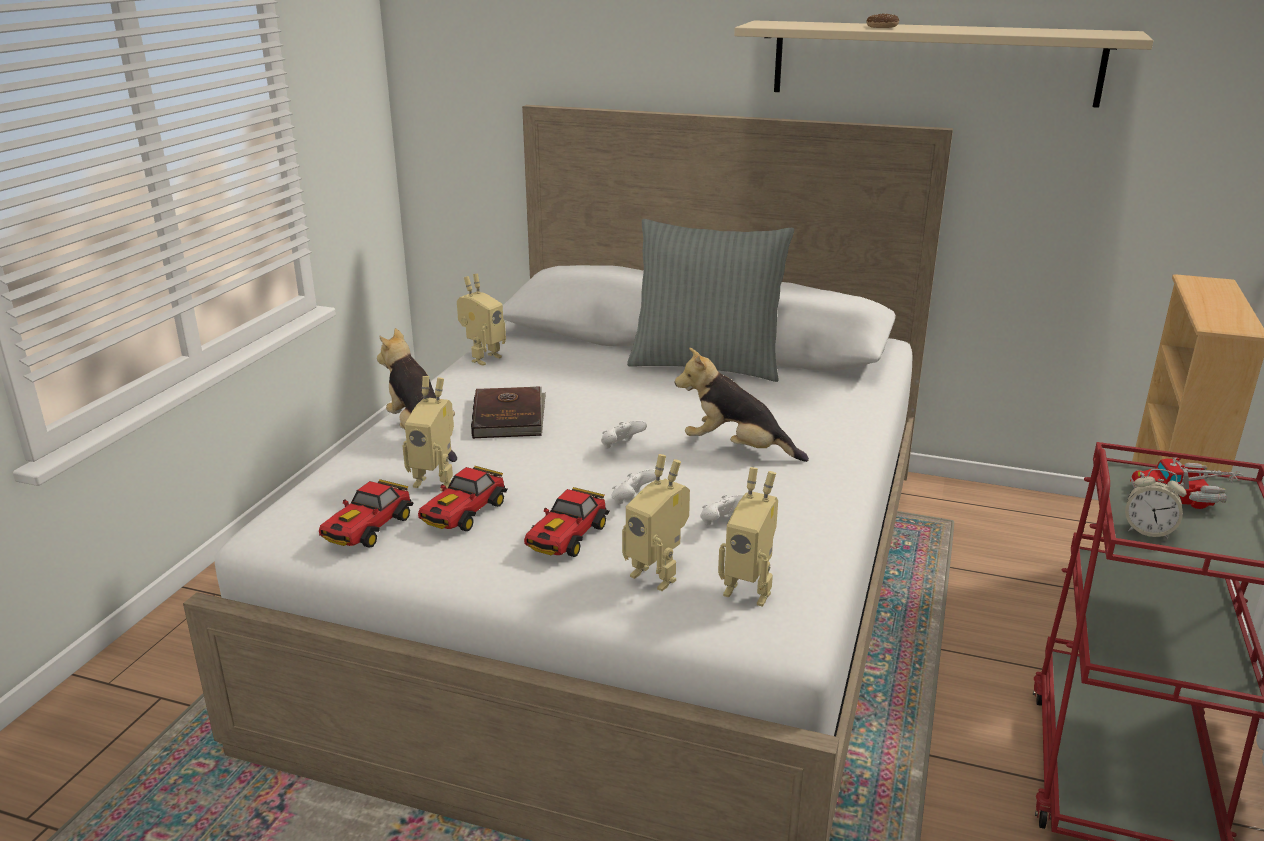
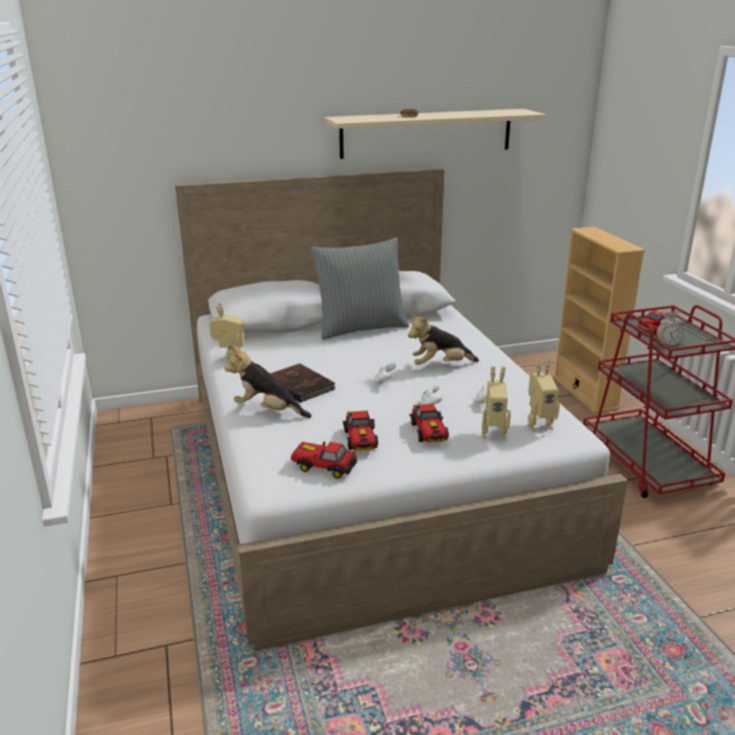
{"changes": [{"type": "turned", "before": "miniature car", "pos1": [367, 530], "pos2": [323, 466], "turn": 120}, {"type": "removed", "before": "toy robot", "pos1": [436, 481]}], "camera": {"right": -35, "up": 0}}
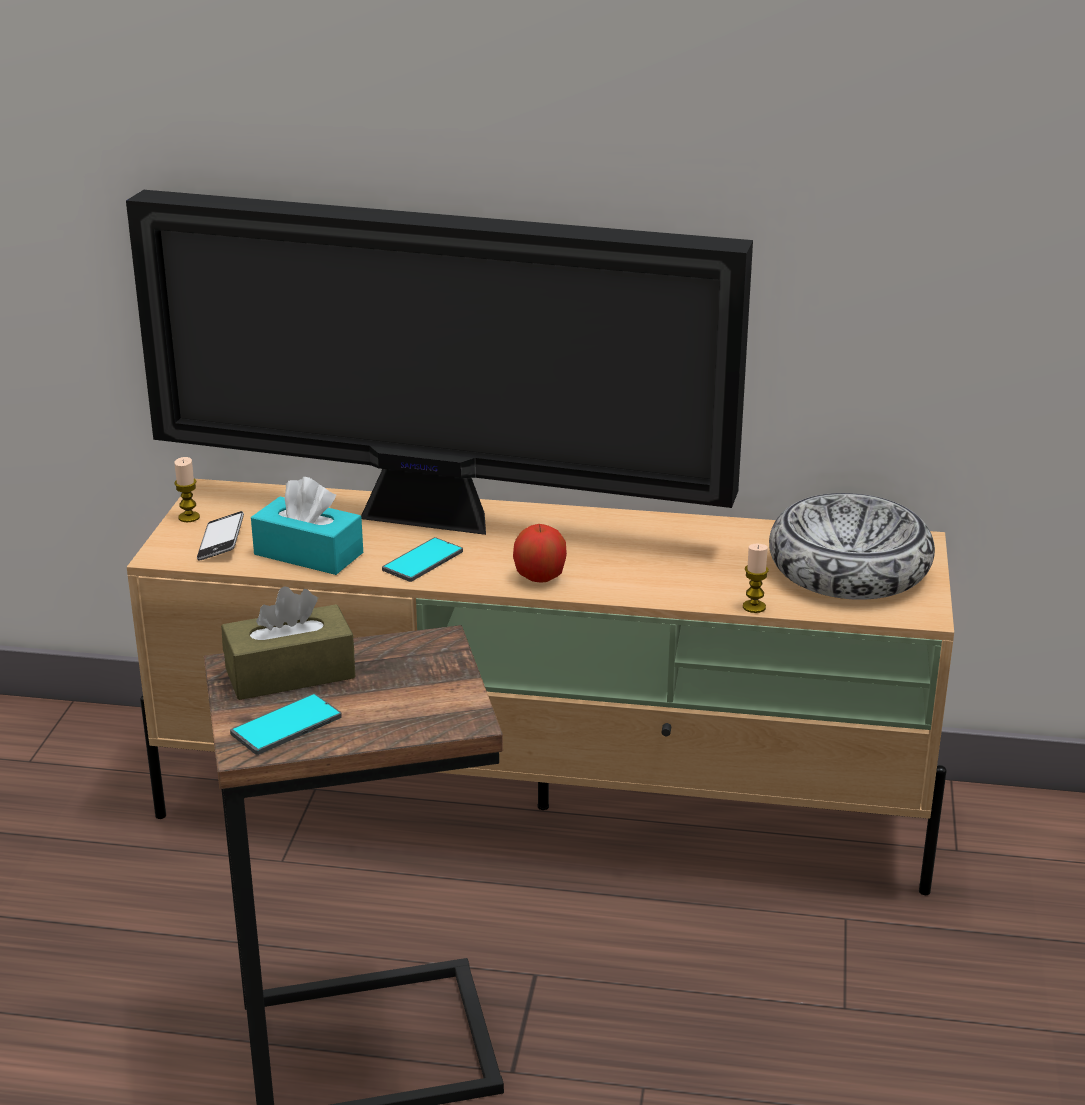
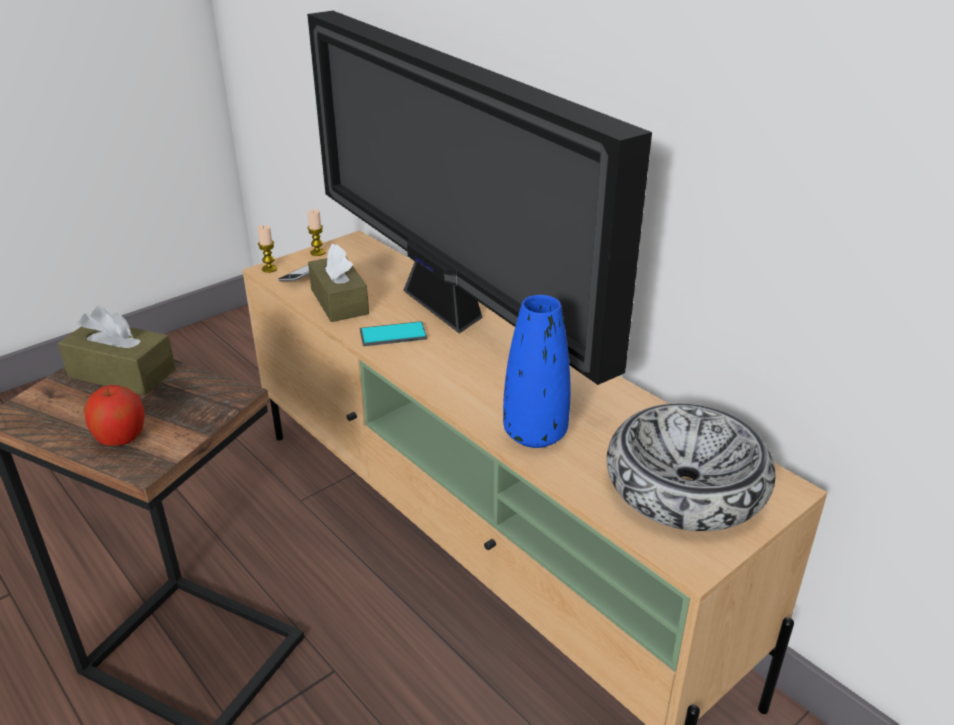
{"changes": [{"type": "moved", "before": "apple fruit", "pos1": [539, 577], "pos2": [121, 438]}, {"type": "moved", "before": "candle", "pos1": [754, 607], "pos2": [269, 269]}, {"type": "recoloured", "before": "box of tissues (turquoise-coloured)", "after": "box of tissues (brown)", "pos1": [308, 554], "pos2": [339, 301]}, {"type": "added", "after": "flower vase (blue)", "pos2": [535, 434]}, {"type": "removed", "before": "telephone", "pos1": [286, 726]}], "camera": {"right": 40, "up": 5}}
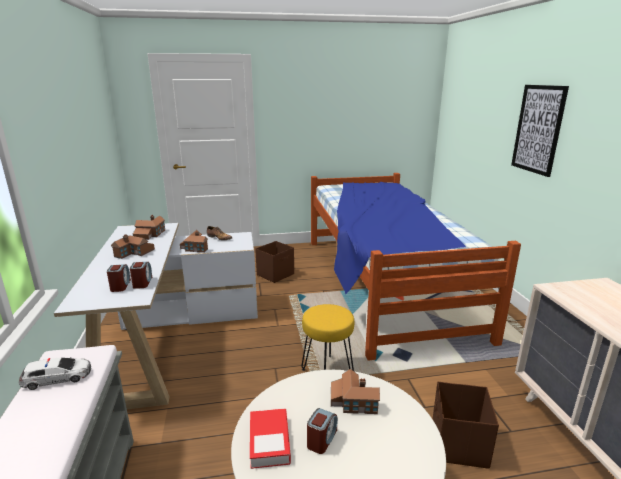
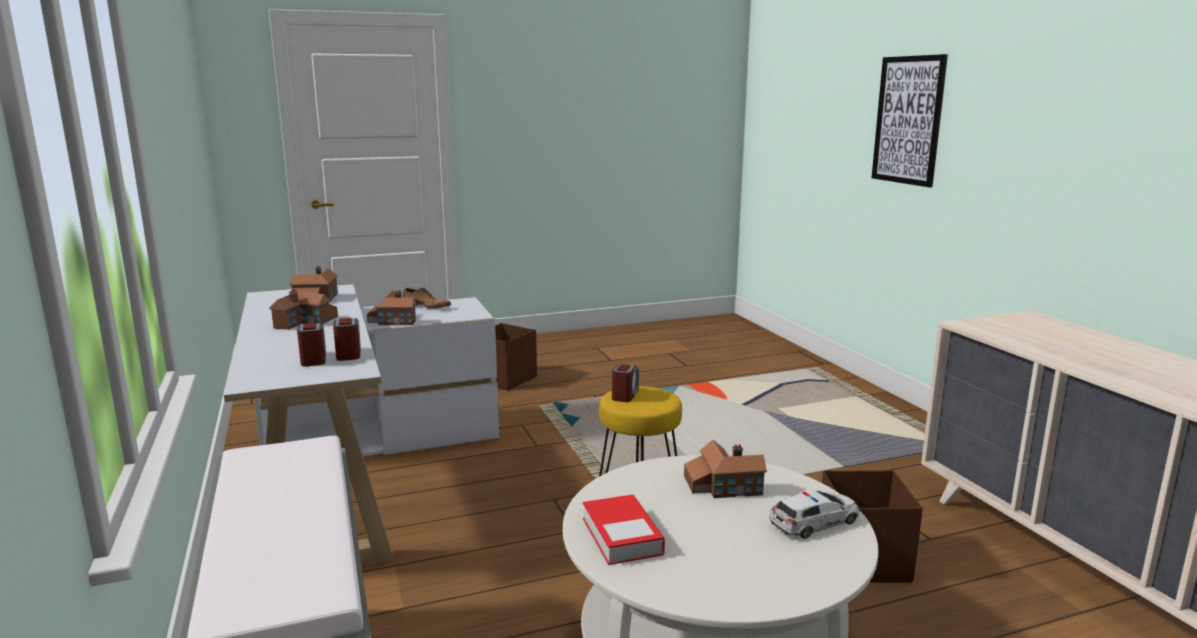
{"changes": [{"type": "moved", "before": "table clock", "pos1": [322, 439], "pos2": [625, 395]}, {"type": "moved", "before": "miniature car", "pos1": [57, 378], "pos2": [815, 522]}, {"type": "removed", "before": "sleeping bed", "pos1": [382, 283]}], "camera": {"right": -10, "up": -5}}
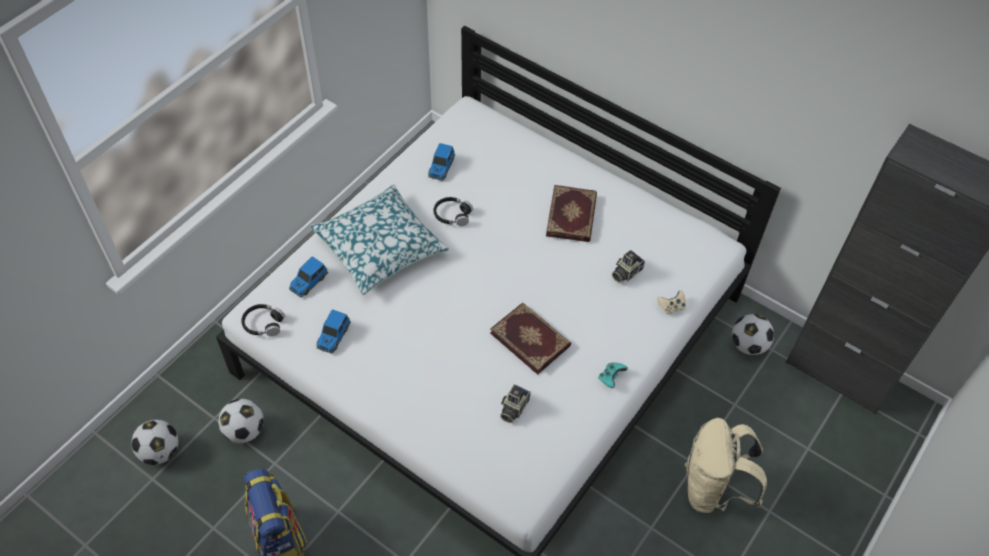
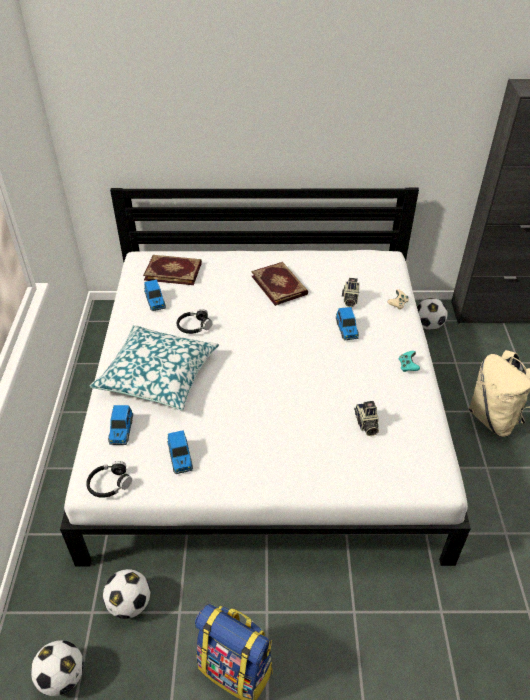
{"changes": [{"type": "moved", "before": "volume", "pos1": [531, 338], "pos2": [173, 271]}, {"type": "added", "after": "miniature car", "pos2": [347, 330]}], "camera": {"right": -35, "up": -10}}
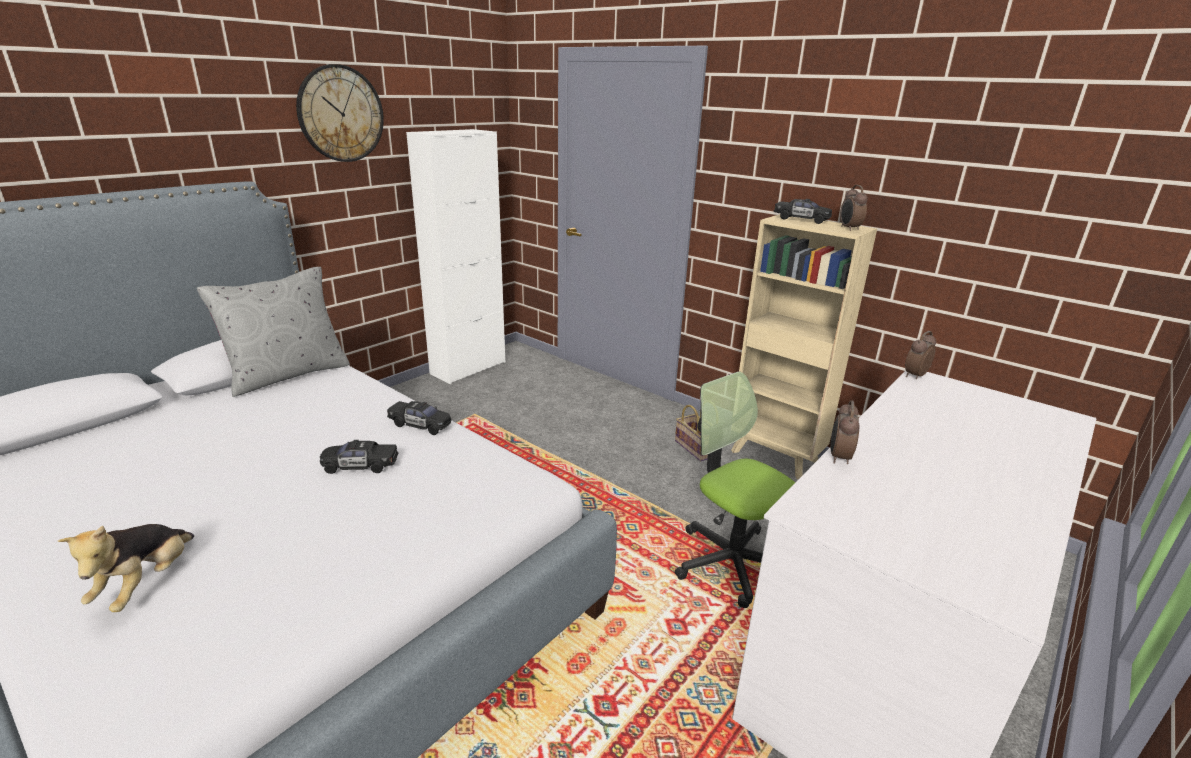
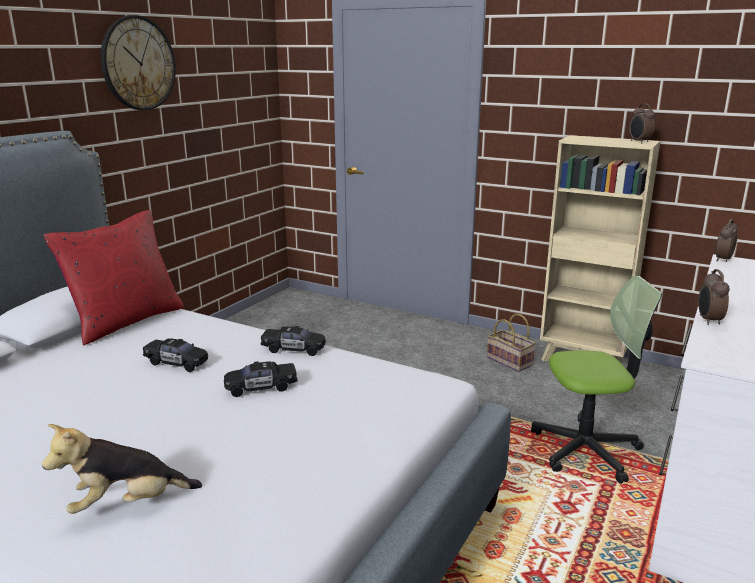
{"changes": [{"type": "turned", "before": "soft toy", "pos1": [146, 584], "pos2": [127, 504], "turn": 75}, {"type": "recoloured", "before": "pillow (greyish)", "after": "pillow (reddish)", "pos1": [288, 375], "pos2": [126, 321]}, {"type": "moved", "before": "miniature car (black)", "pos1": [801, 219], "pos2": [177, 363]}, {"type": "turned", "before": "computer chair", "pos1": [730, 562], "pos2": [586, 449], "turn": 135}, {"type": "removed", "before": "storage cabinet (whitish)", "pos1": [468, 368]}], "camera": {"right": -10, "up": -5}}
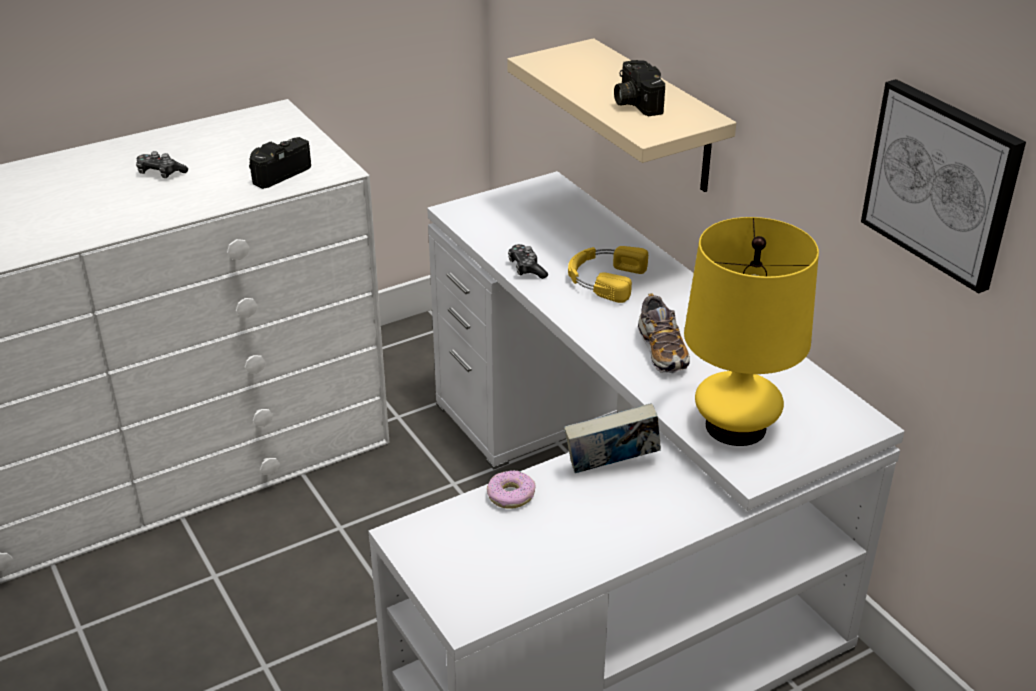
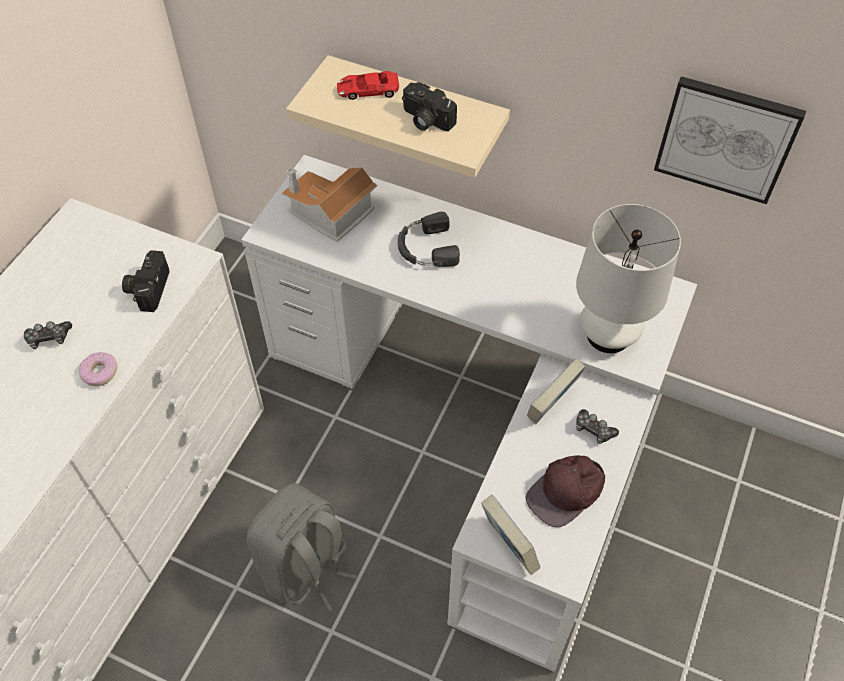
{"changes": [{"type": "moved", "before": "donut", "pos1": [510, 495], "pos2": [99, 372]}, {"type": "added", "after": "knapsack (greyish)", "pos2": [305, 567]}, {"type": "added", "after": "toy house", "pos2": [329, 214]}, {"type": "added", "after": "miniature car (reddish)", "pos2": [368, 90]}, {"type": "recoloured", "before": "headphones (yellowish)", "after": "headphones (black)", "pos1": [603, 279], "pos2": [426, 248]}, {"type": "added", "after": "volume", "pos2": [508, 546]}, {"type": "added", "after": "cap (brown)", "pos2": [566, 492]}, {"type": "recoloured", "before": "tabletop lamp (yellowish)", "after": "tabletop lamp (whitish)", "pos1": [735, 426], "pos2": [608, 335]}, {"type": "moved", "before": "gamepad", "pos1": [526, 268], "pos2": [593, 430]}, {"type": "removed", "before": "item of footwear", "pos1": [662, 350]}], "camera": {"right": -35, "up": 20}}
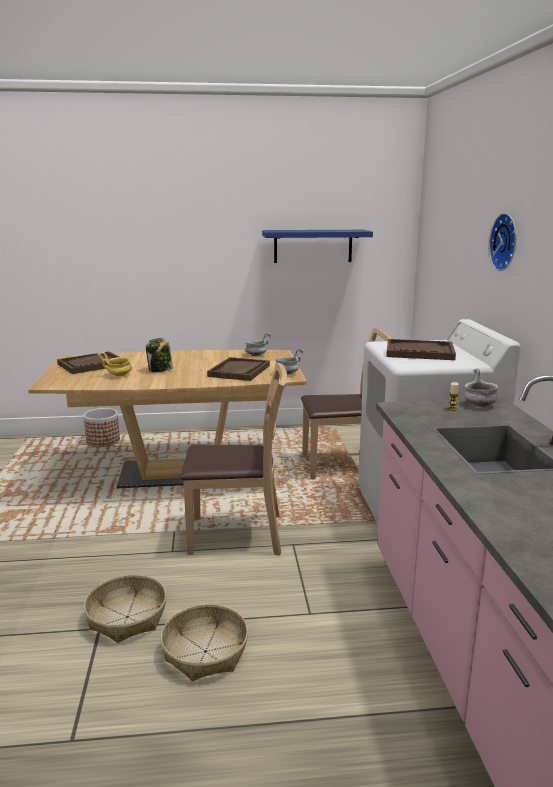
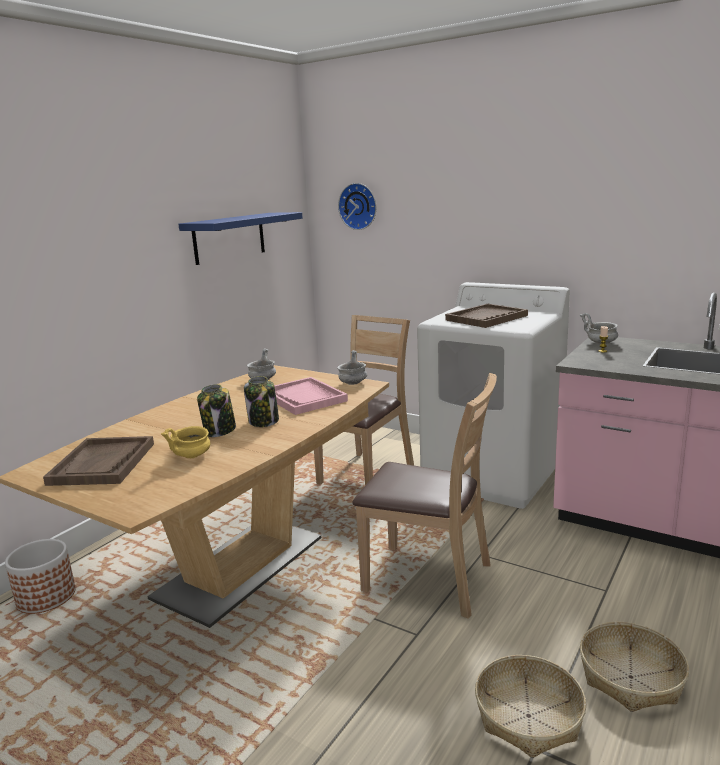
{"changes": [{"type": "added", "after": "jar", "pos2": [264, 421]}, {"type": "recoloured", "before": "carrying tray (brown)", "after": "carrying tray (pink)", "pos1": [239, 371], "pos2": [304, 398]}, {"type": "moved", "before": "clock on the wall", "pos1": [506, 242], "pos2": [359, 206]}, {"type": "turned", "before": "chair (brown)", "pos1": [237, 535], "pos2": [429, 579], "turn": 75}], "camera": {"right": -50, "up": 0}}
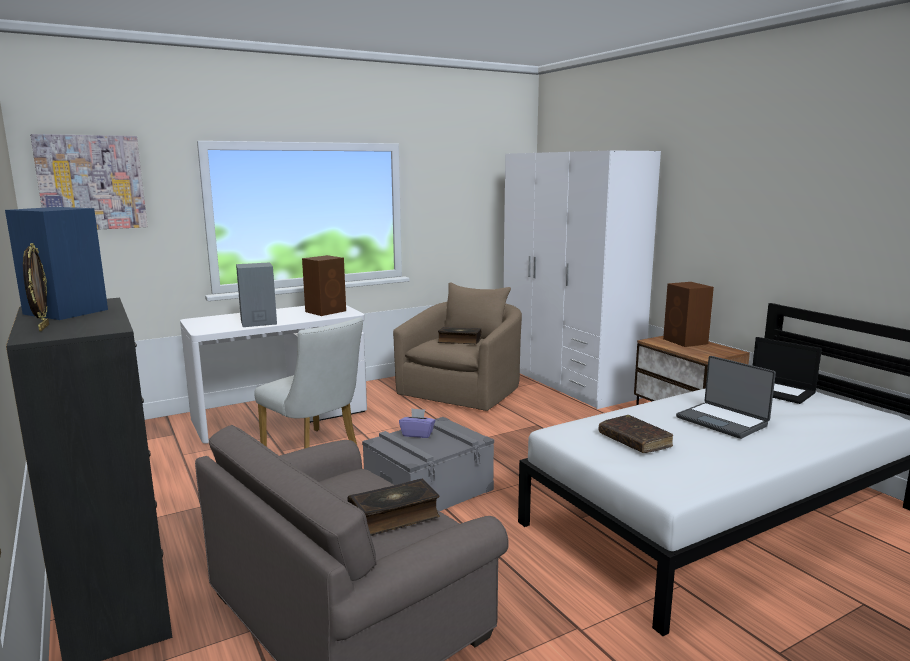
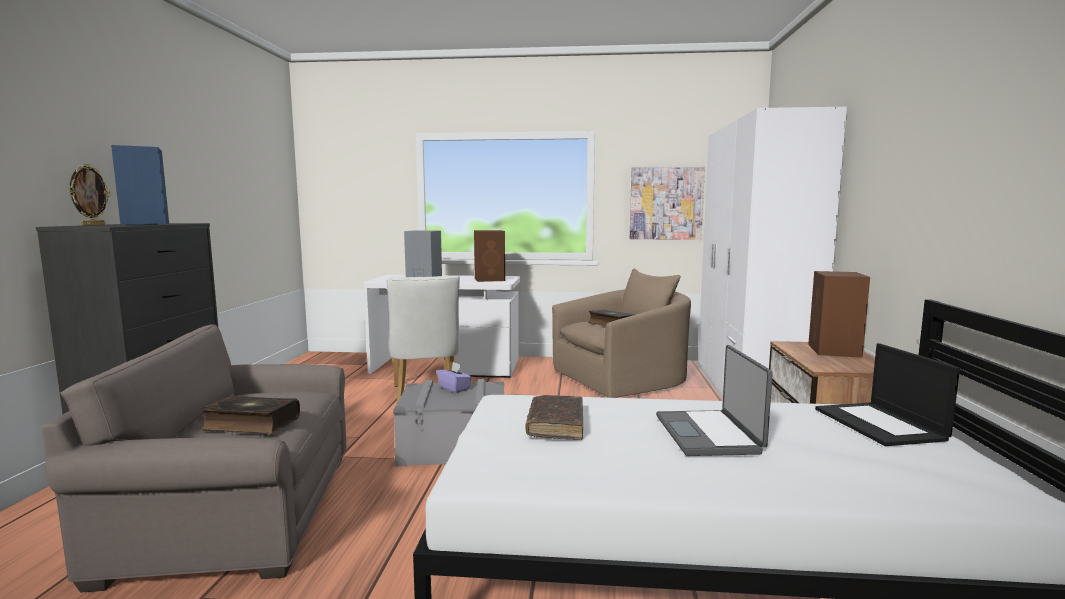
{"changes": [{"type": "moved", "before": "wall picture", "pos1": [91, 182], "pos2": [666, 203]}], "camera": {"right": 35, "up": -5}}
